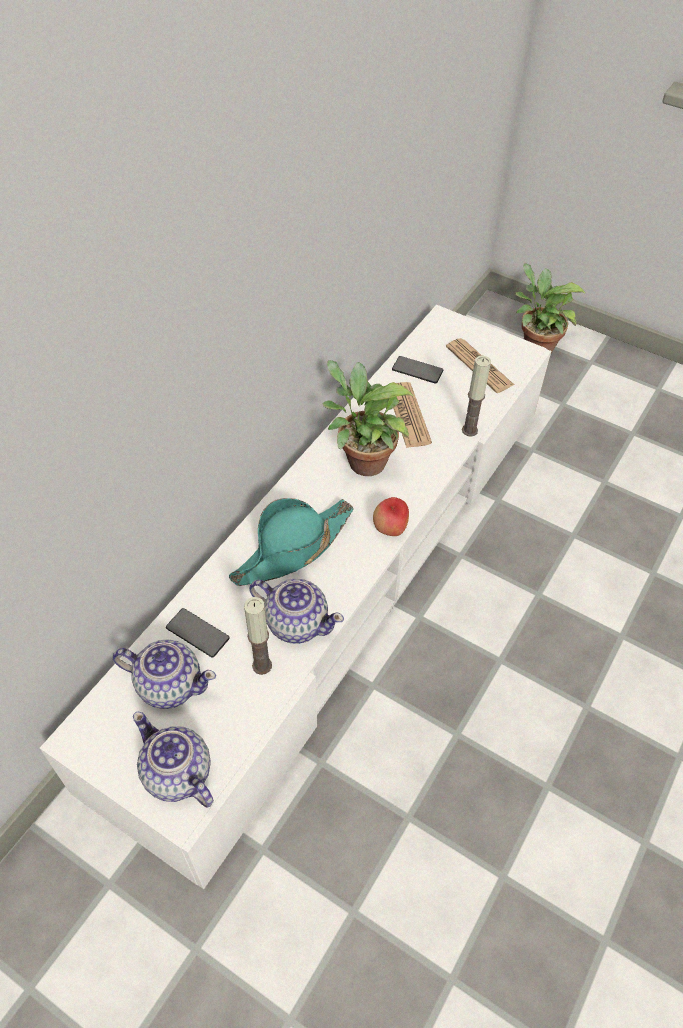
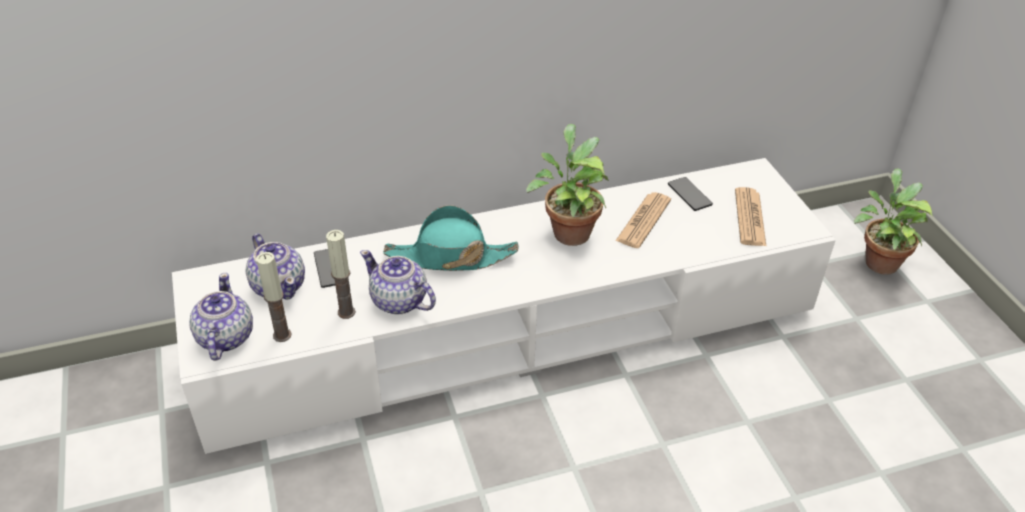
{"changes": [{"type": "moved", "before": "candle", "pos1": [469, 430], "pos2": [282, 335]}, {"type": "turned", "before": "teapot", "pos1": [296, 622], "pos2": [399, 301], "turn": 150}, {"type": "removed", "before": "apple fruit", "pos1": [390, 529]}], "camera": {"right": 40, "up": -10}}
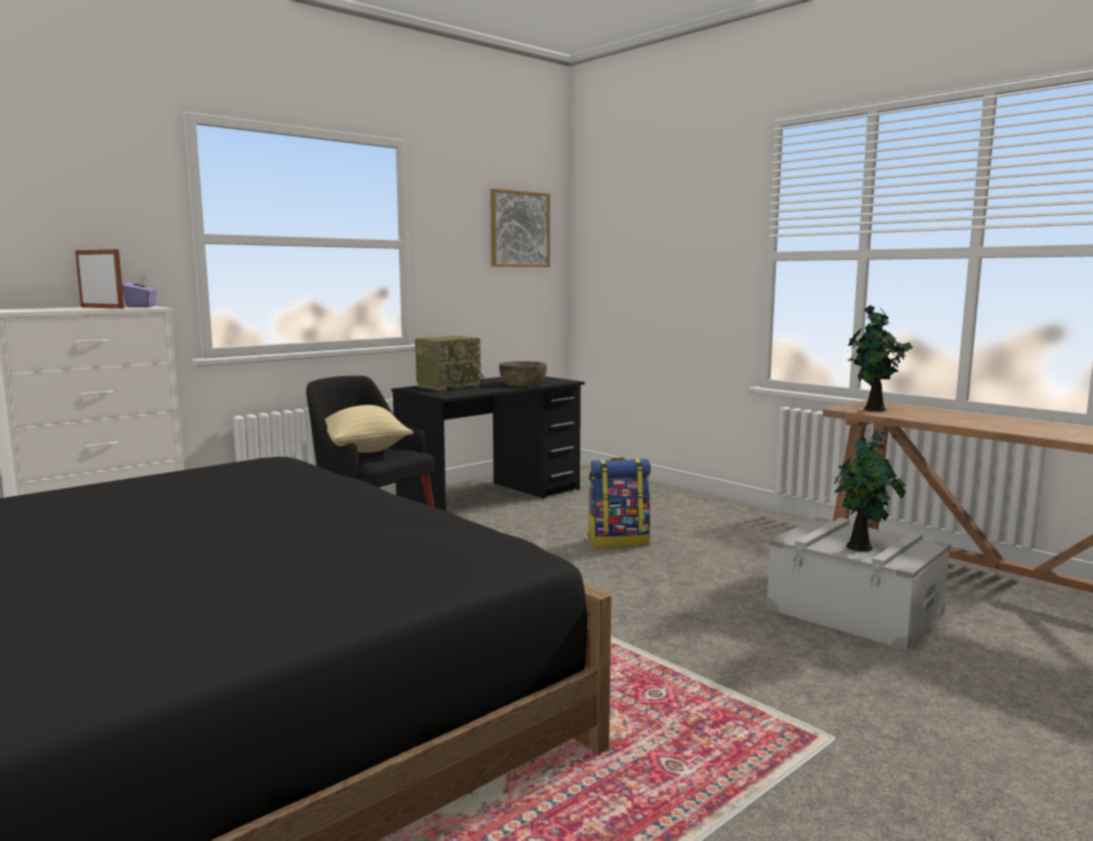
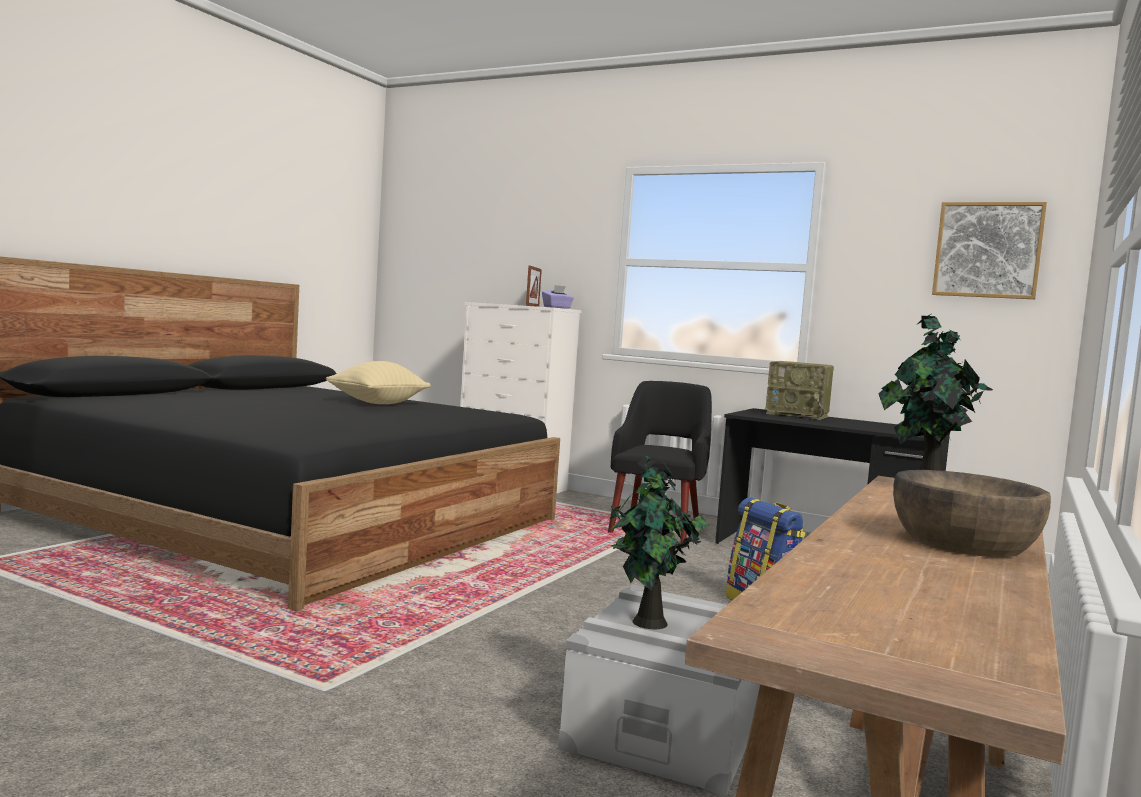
{"changes": [{"type": "moved", "before": "pillow (beige-coloured)", "pos1": [362, 451], "pos2": [377, 403]}, {"type": "moved", "before": "deep dish (brown)", "pos1": [523, 384], "pos2": [963, 543]}], "camera": {"right": 70, "up": -5}}
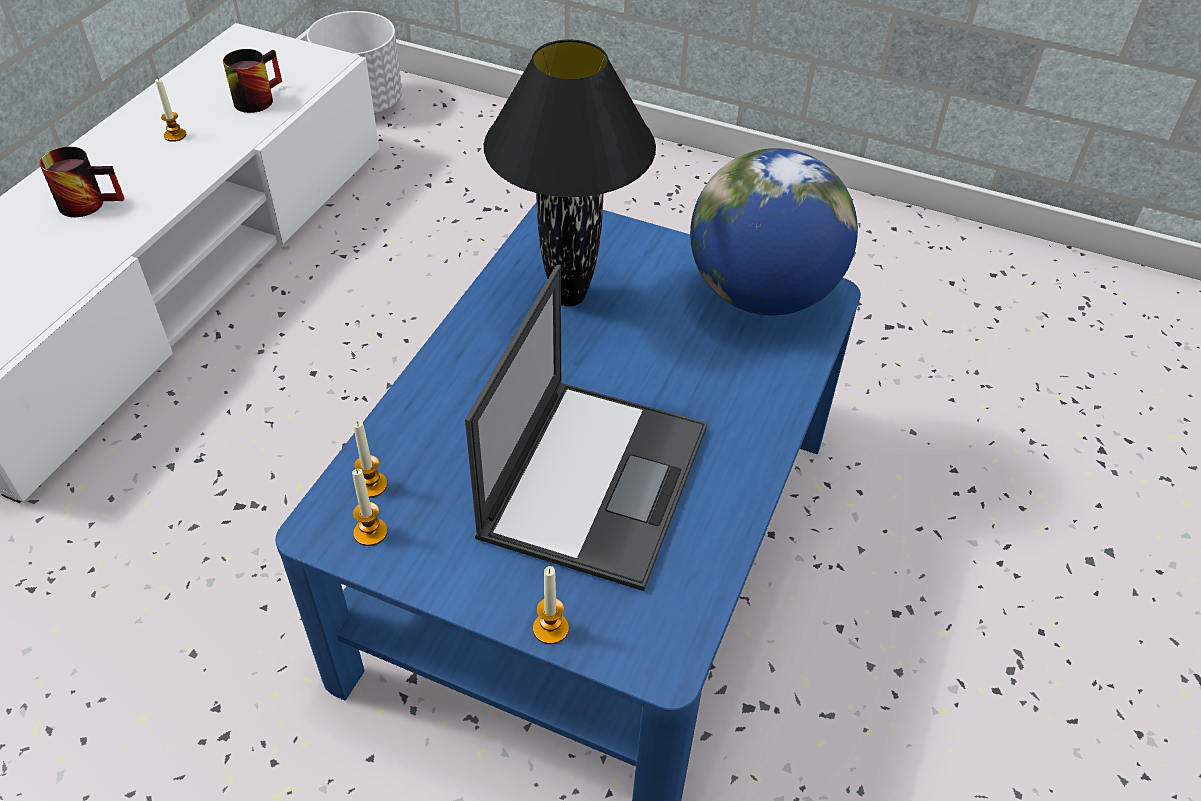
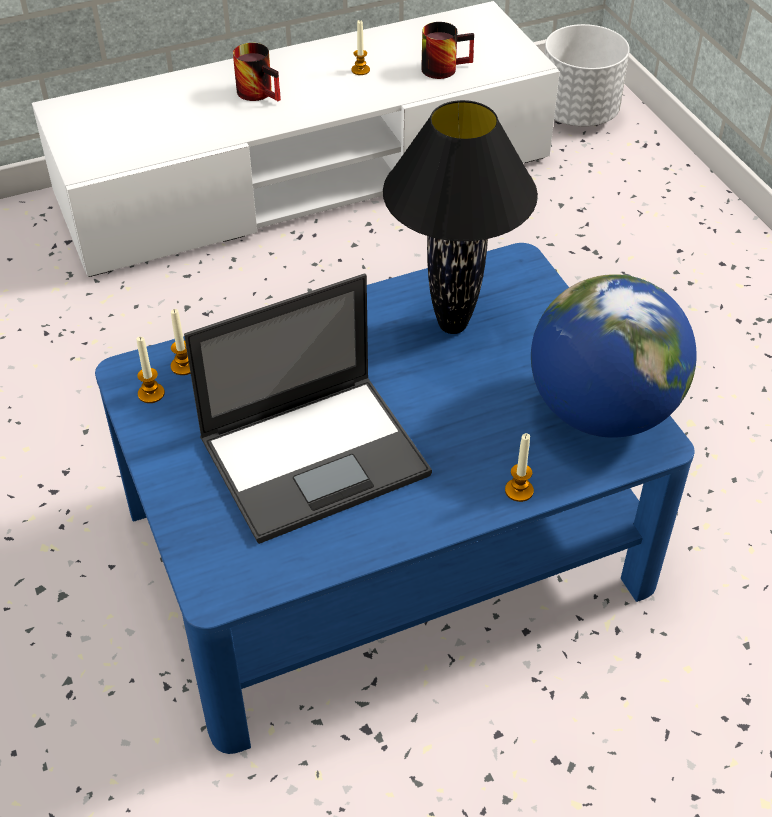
{"changes": [{"type": "moved", "before": "candle", "pos1": [550, 628], "pos2": [519, 490]}], "camera": {"right": 45, "up": 0}}
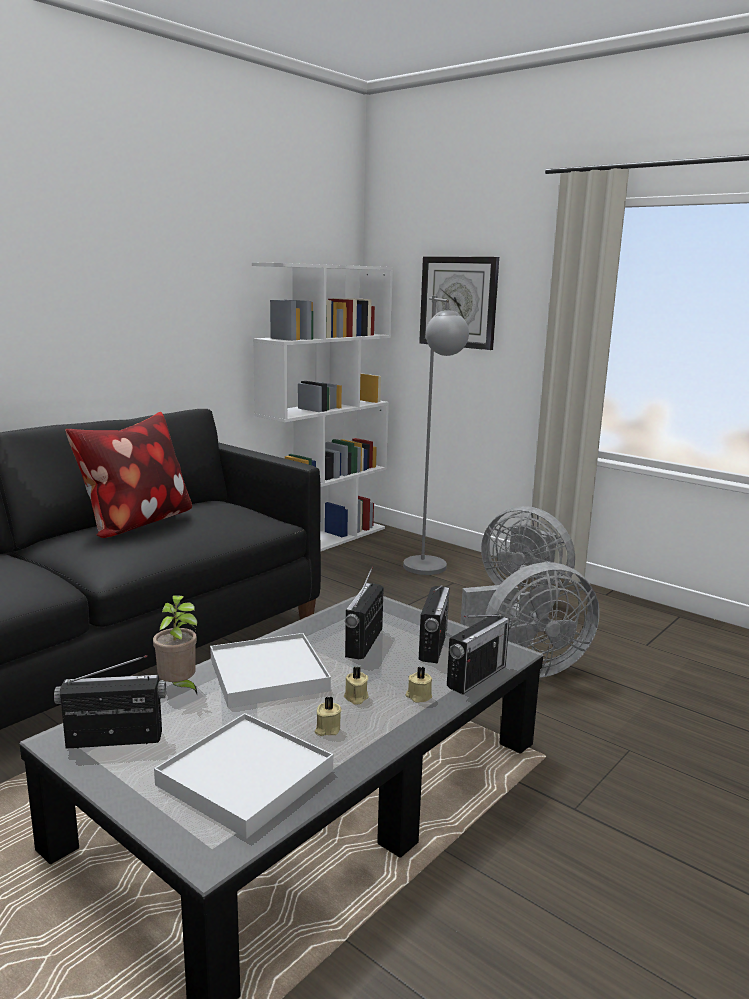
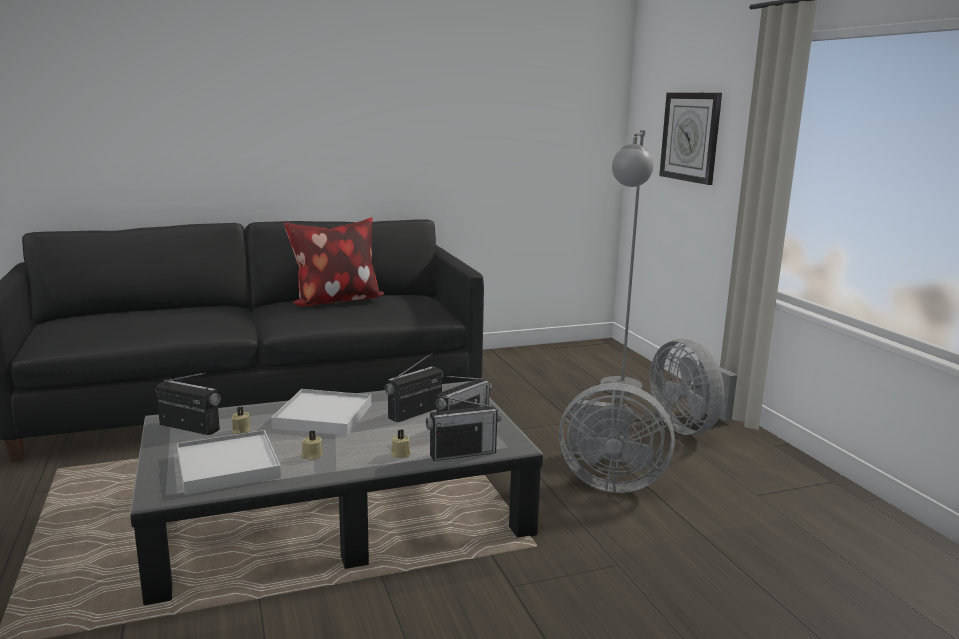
{"changes": [{"type": "moved", "before": "candle (beige-coloured)", "pos1": [355, 698], "pos2": [240, 431]}, {"type": "removed", "before": "plant in a pot", "pos1": [179, 688]}, {"type": "removed", "before": "shelving unit (whitish)", "pos1": [324, 540]}], "camera": {"right": 30, "up": 0}}
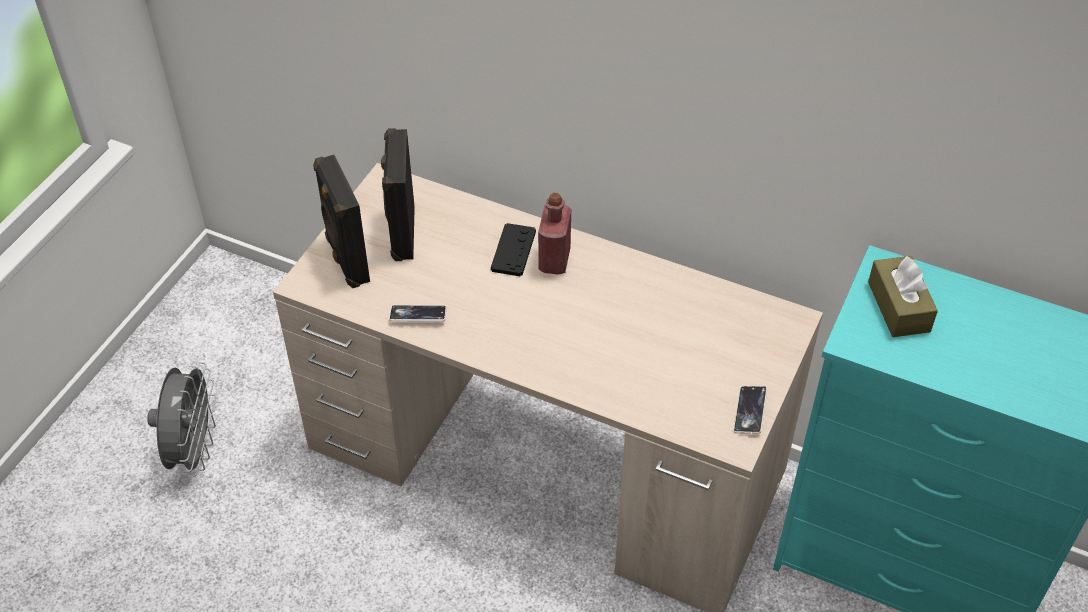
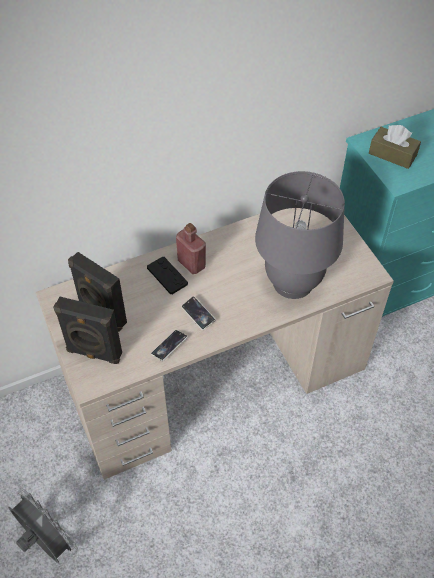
{"changes": [{"type": "moved", "before": "telephone", "pos1": [749, 412], "pos2": [198, 314]}, {"type": "added", "after": "tabletop lamp (greyish)", "pos2": [293, 282]}], "camera": {"right": -50, "up": 5}}
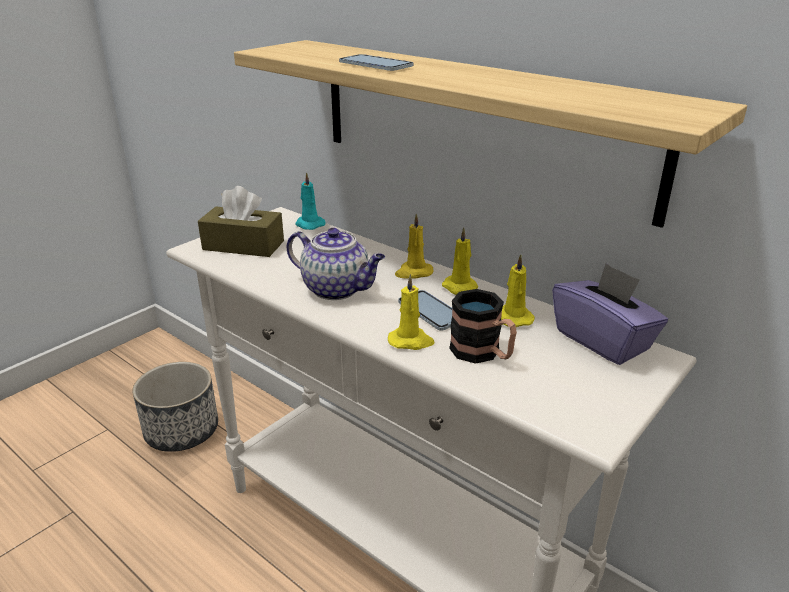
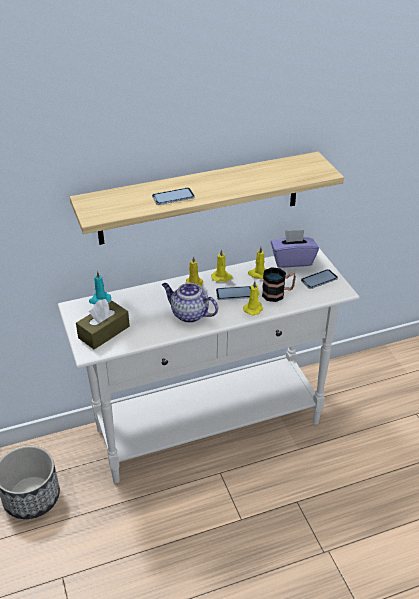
{"changes": [{"type": "turned", "before": "teapot", "pos1": [337, 289], "pos2": [189, 314], "turn": -120}, {"type": "added", "after": "telephone", "pos2": [319, 280]}], "camera": {"right": -60, "up": 10}}
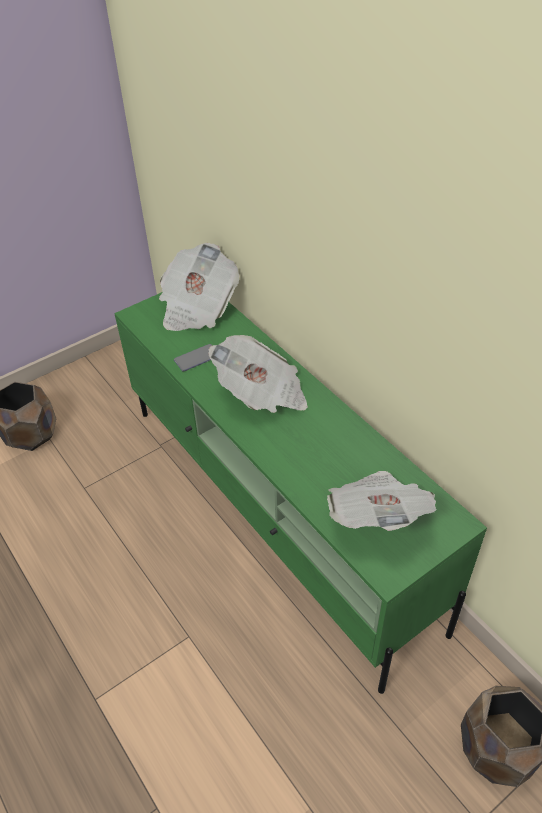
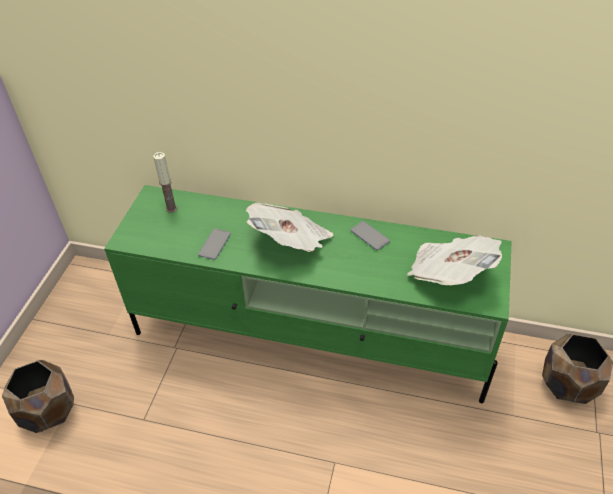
{"changes": [{"type": "replaced", "before": "printed paper", "after": "candle", "pos1": [197, 307], "pos2": [171, 208]}, {"type": "added", "after": "telephone", "pos2": [369, 236]}], "camera": {"right": -40, "up": 0}}
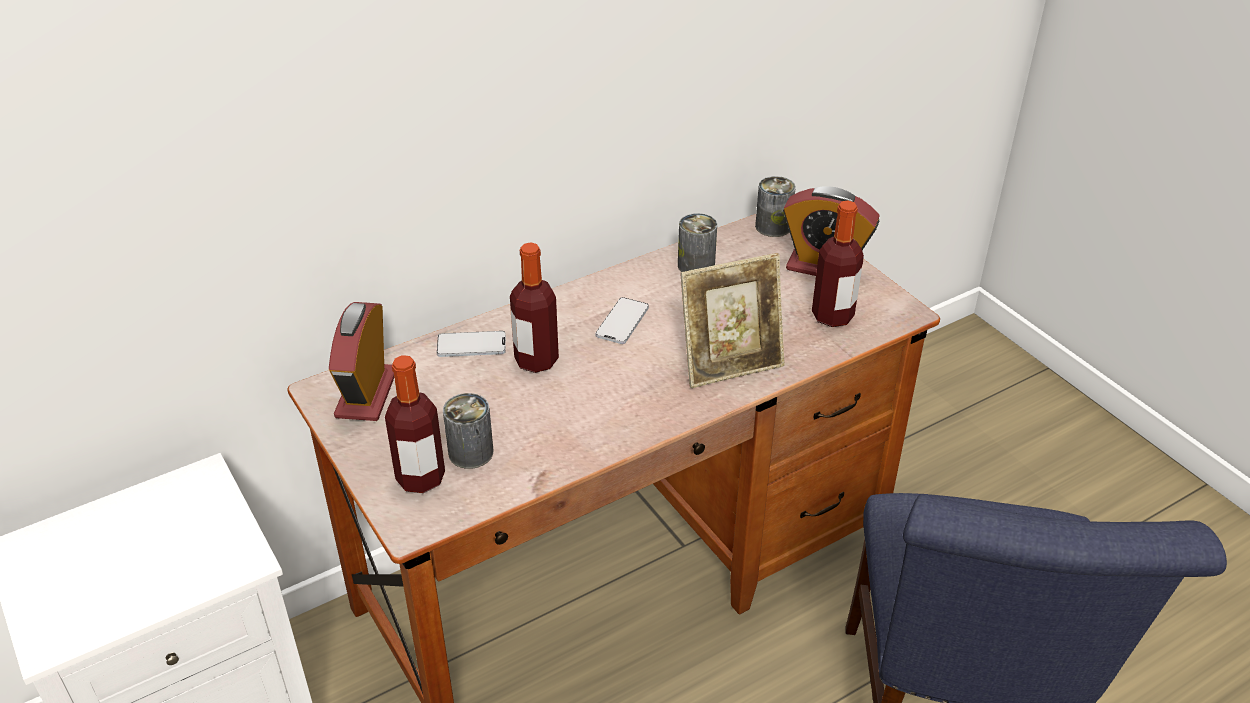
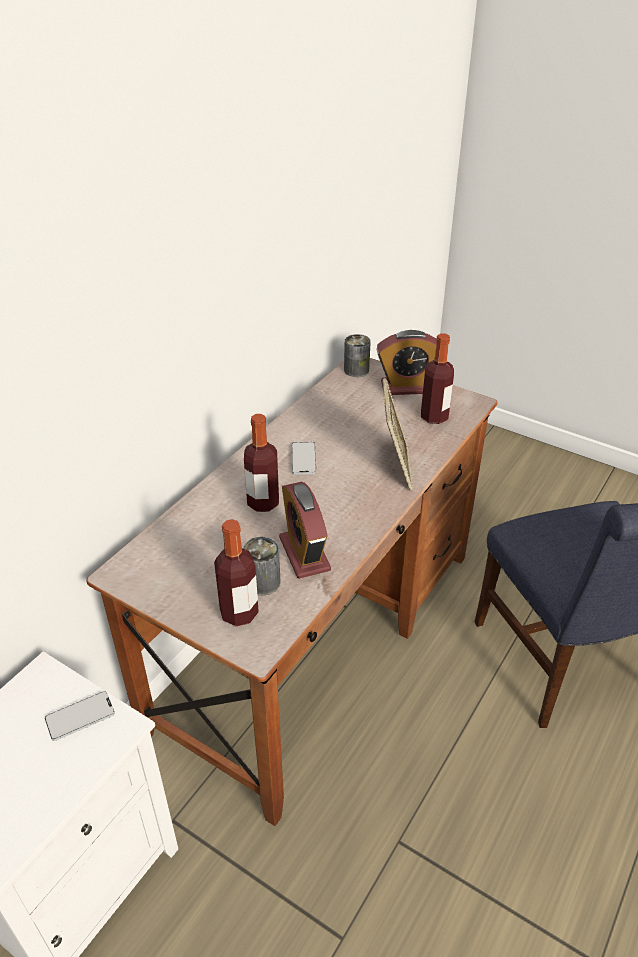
{"changes": [{"type": "moved", "before": "telephone", "pos1": [471, 345], "pos2": [80, 716]}, {"type": "moved", "before": "table clock", "pos1": [366, 394], "pos2": [304, 554]}, {"type": "turned", "before": "picture frame", "pos1": [730, 365], "pos2": [395, 466], "turn": -45}, {"type": "removed", "before": "can", "pos1": [696, 265]}], "camera": {"right": -25, "up": 0}}
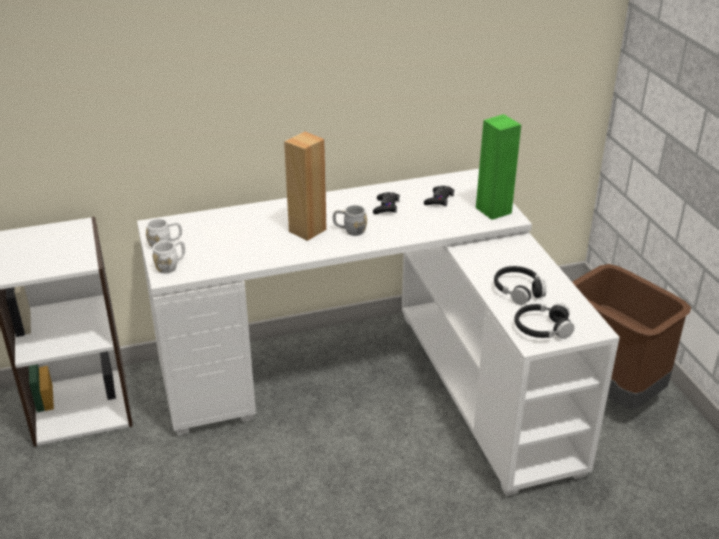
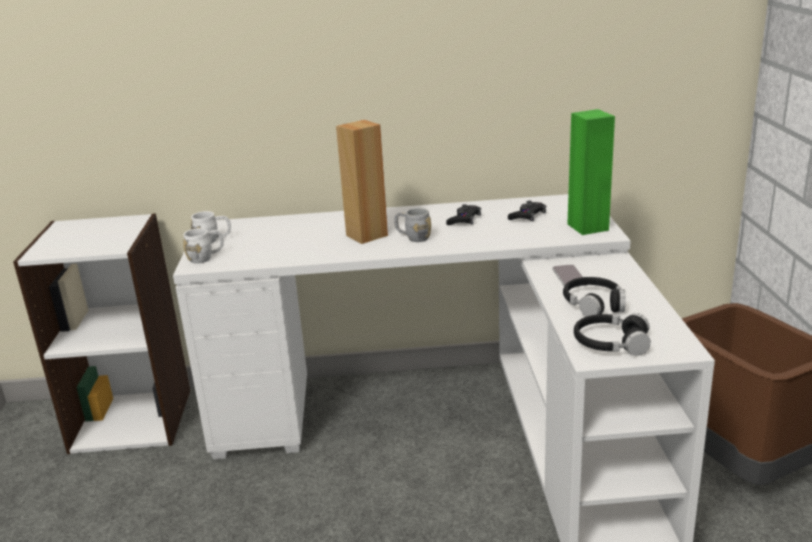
{"changes": [{"type": "added", "after": "telephone", "pos2": [569, 277]}], "camera": {"right": 15, "up": -10}}
